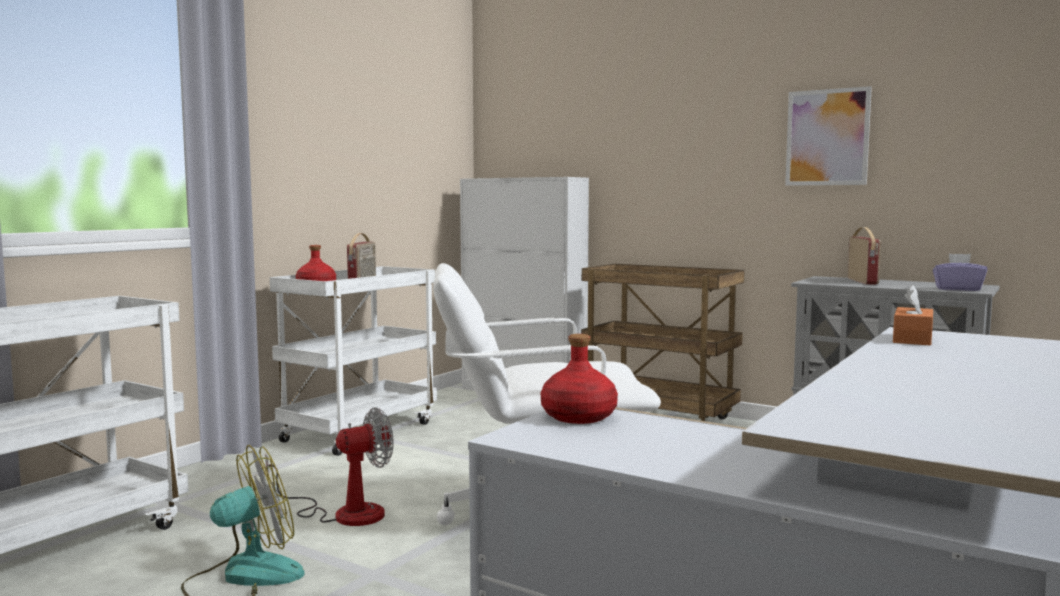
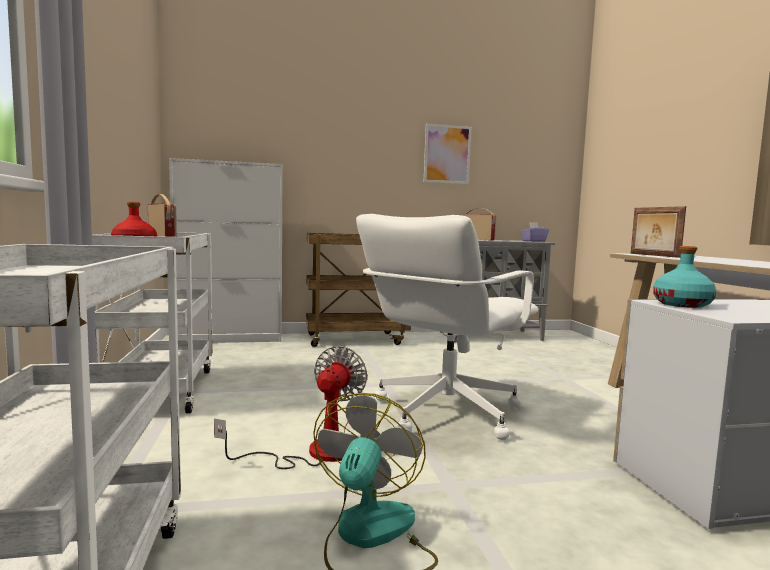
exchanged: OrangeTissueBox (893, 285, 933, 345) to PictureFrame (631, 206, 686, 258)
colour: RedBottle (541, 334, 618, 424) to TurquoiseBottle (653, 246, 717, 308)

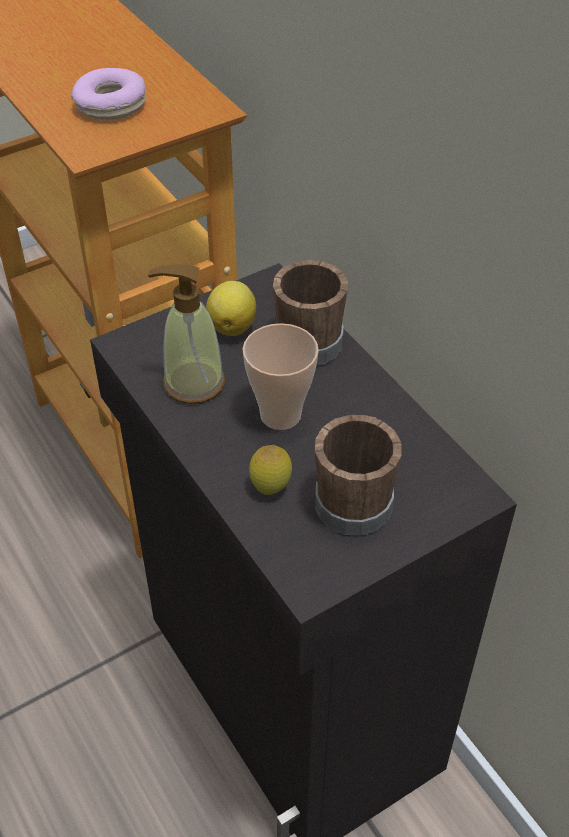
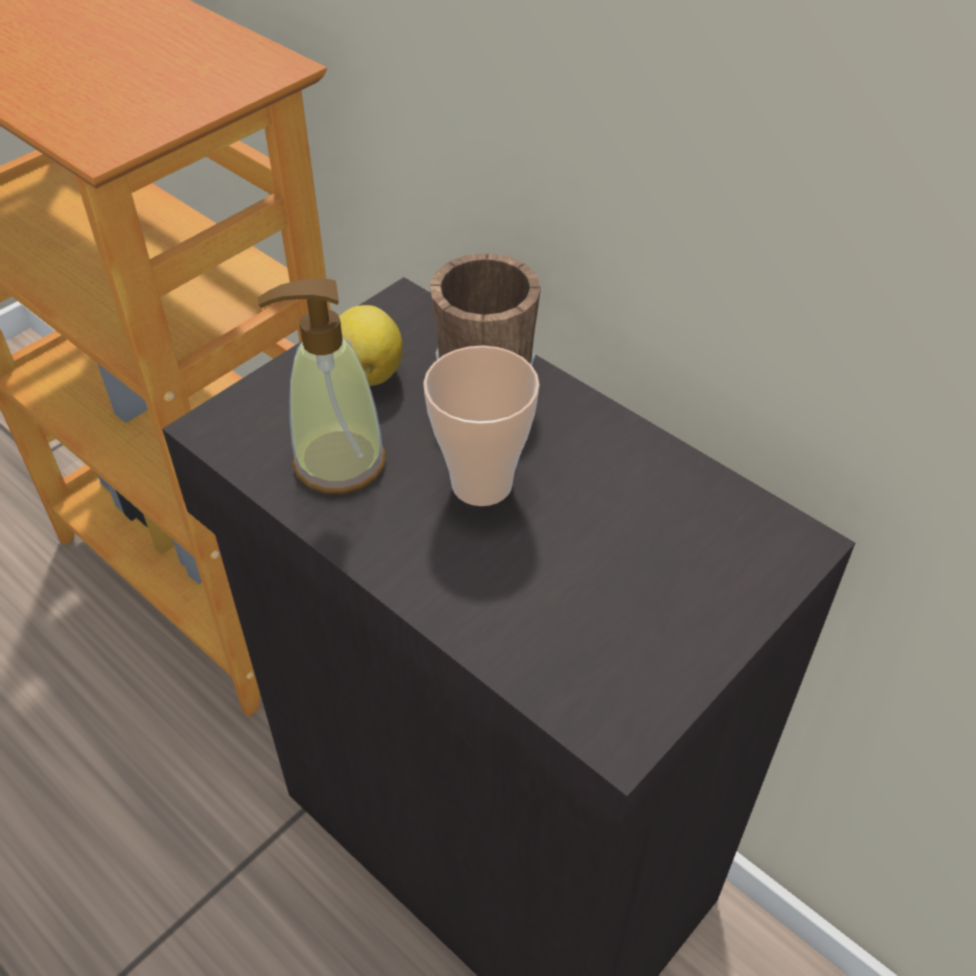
missing: Donut (71, 68, 146, 120); BrownMug (315, 415, 402, 536); Lemon (249, 445, 292, 495)

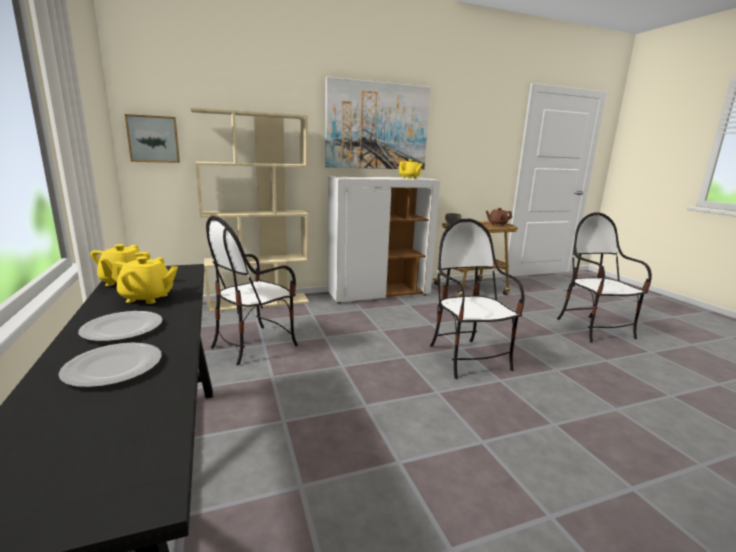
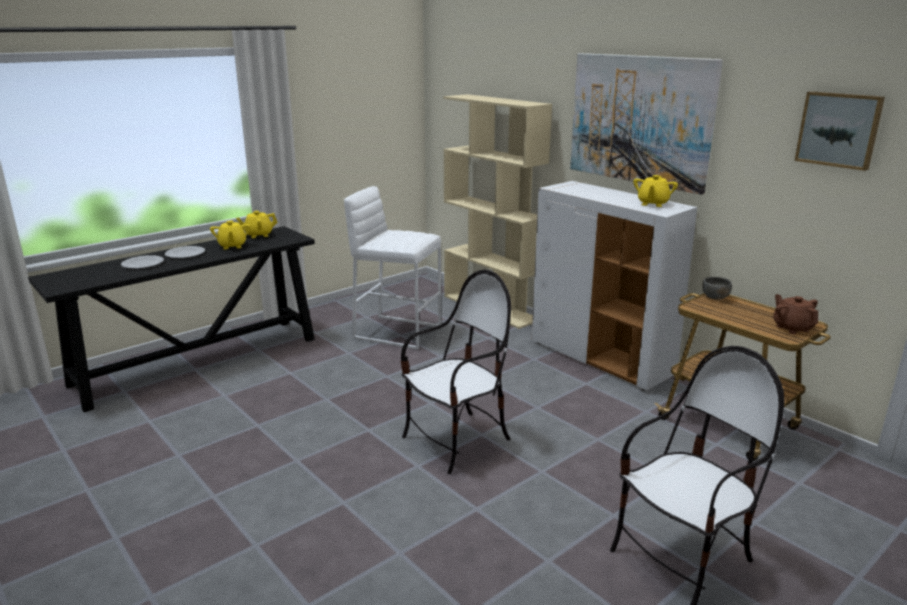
relocated: Picture (125, 114, 180, 163) to (795, 91, 885, 171)
exchanged: Chair (206, 216, 298, 365) to WhiteStool (344, 186, 441, 350)

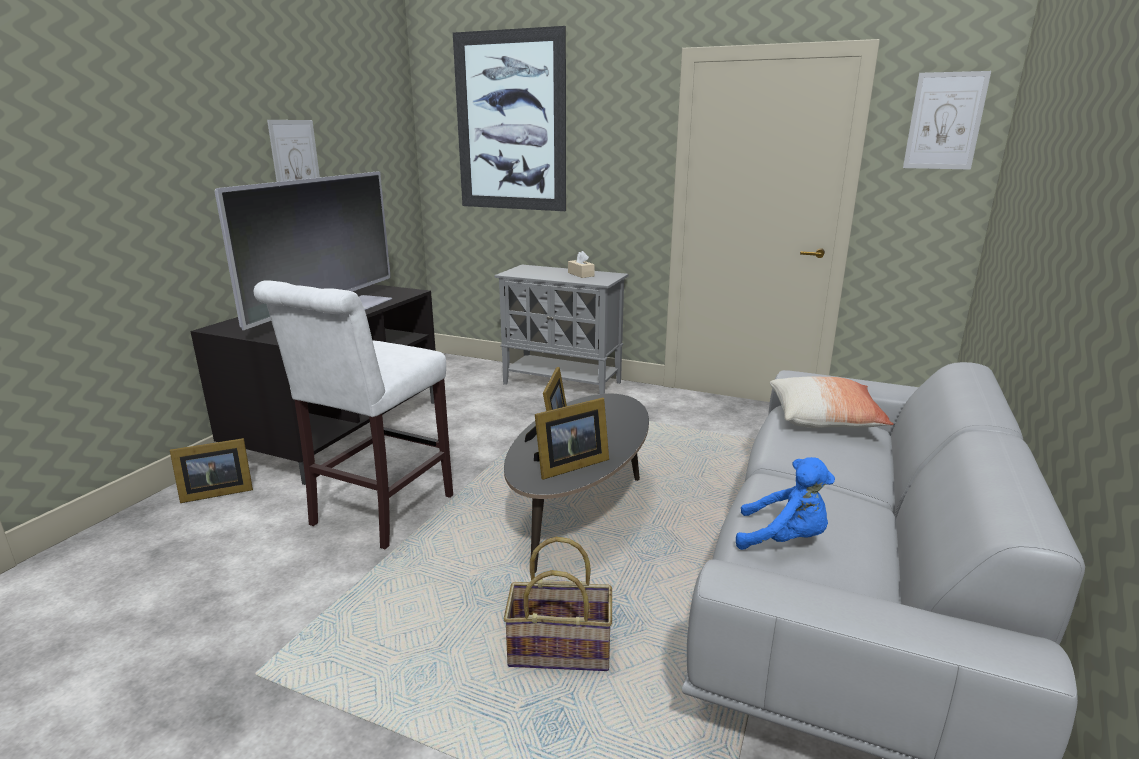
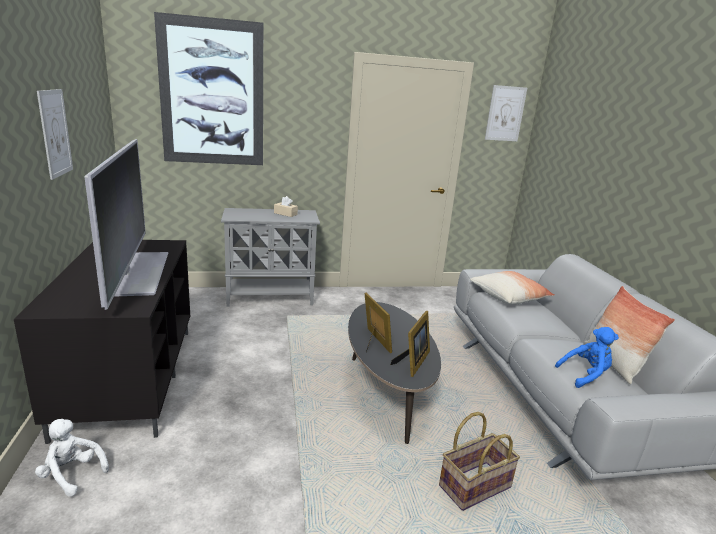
missing: WhiteStool (254, 280, 453, 549)
appeared: Pillow (583, 286, 675, 384)
exchanged: PictureFrame (170, 438, 253, 503) to WhitePlushToy (35, 419, 109, 497)

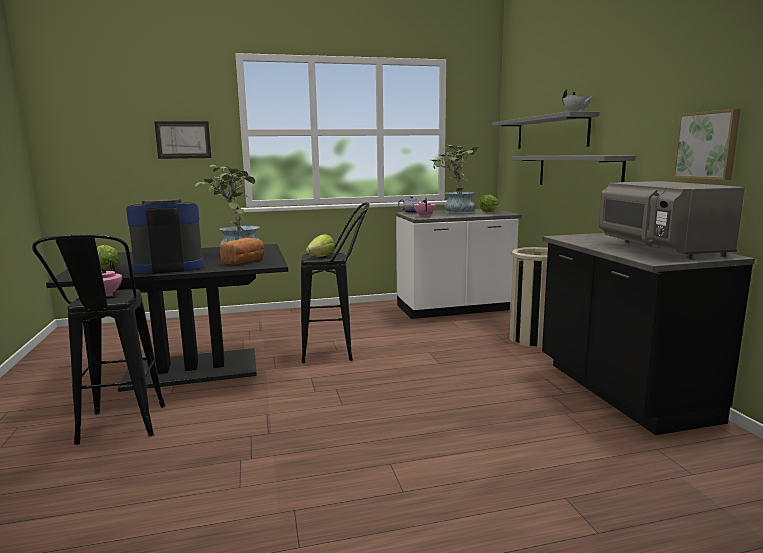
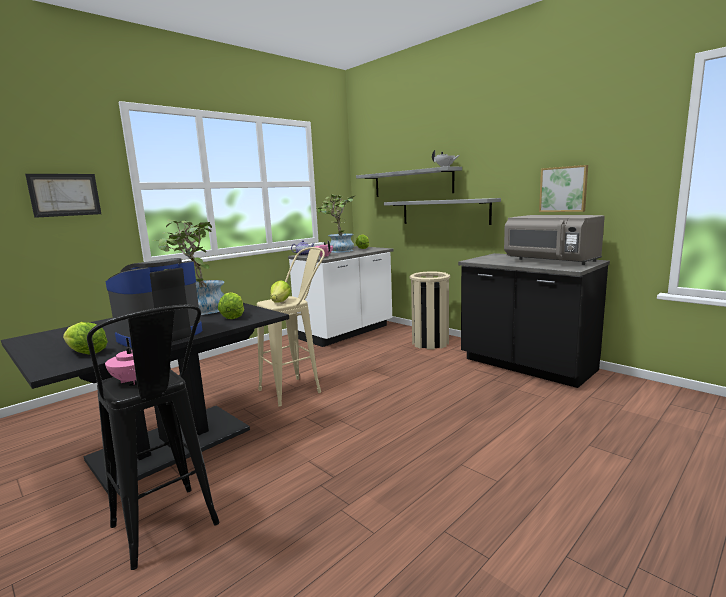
exchanged: Bread (220, 237, 264, 264) to Lettuce (218, 292, 244, 319)
colour: BlackStool (301, 202, 370, 363) to BeigeStool (257, 247, 325, 406)

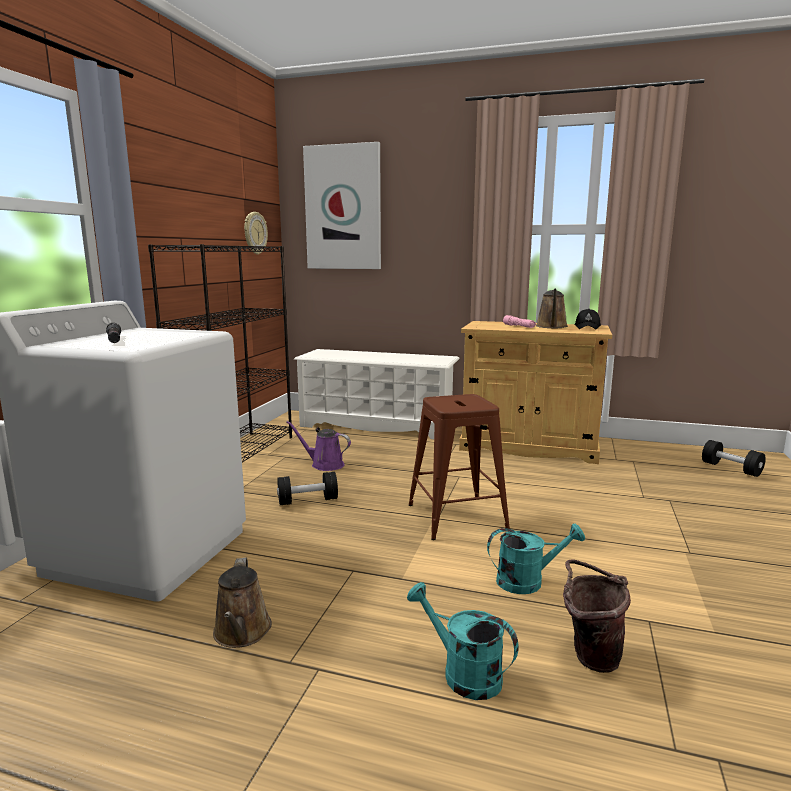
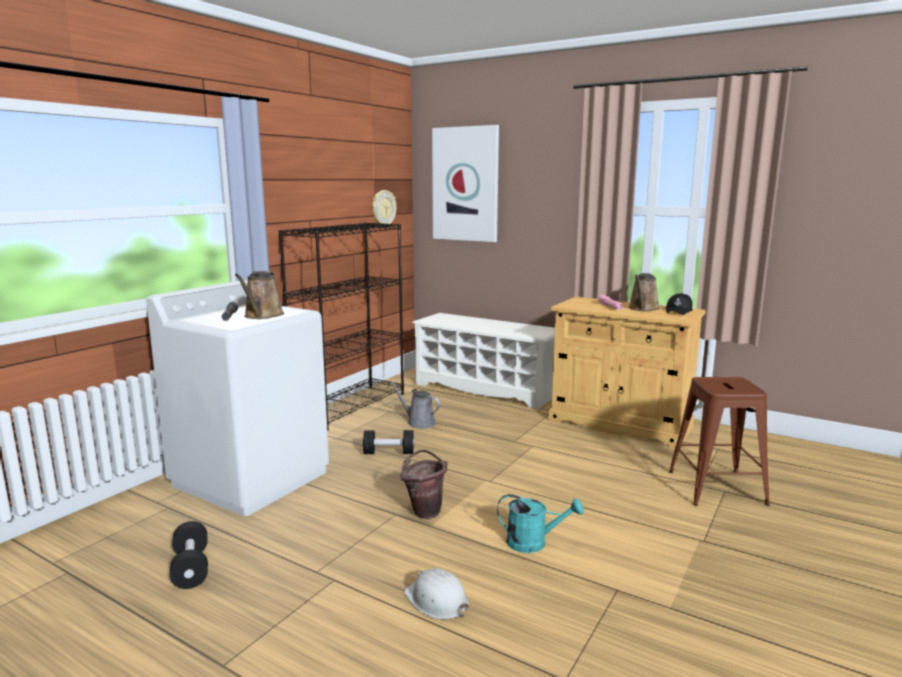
relocated: BrownStool (408, 394, 510, 540) to (669, 377, 770, 506); BlackDumbbell (702, 440, 766, 477) to (170, 521, 208, 589); BrownWateringCan (213, 557, 272, 648) to (235, 271, 284, 319); BrownBucket (563, 560, 631, 673) to (400, 450, 448, 519)
exchanged: TurquoiseWateringCan (407, 582, 519, 700) to WhiteHardHat (404, 568, 469, 620)
colour: PurpleWateringCan (286, 421, 351, 471) to GreyWateringCan (390, 380, 441, 428)

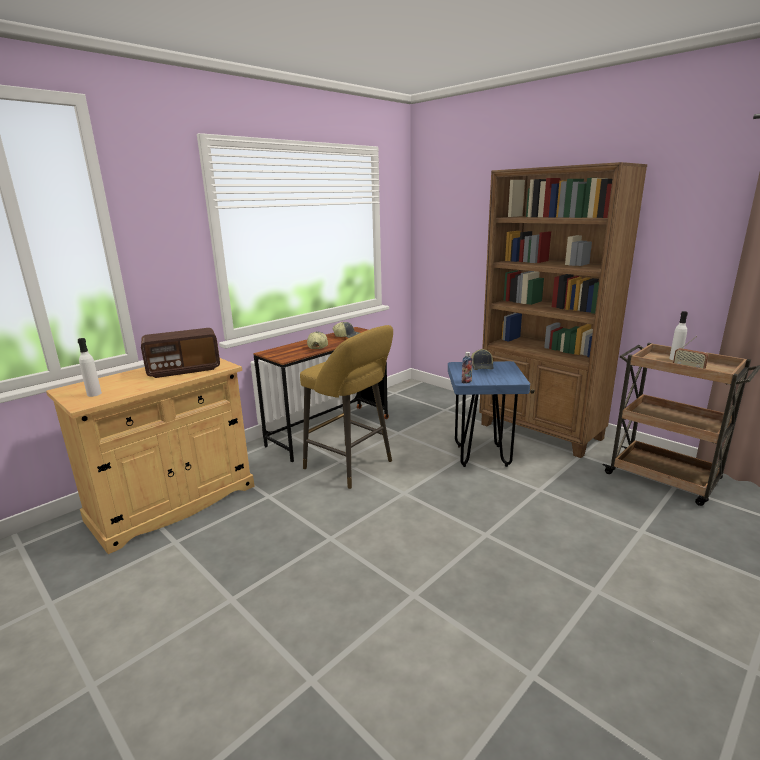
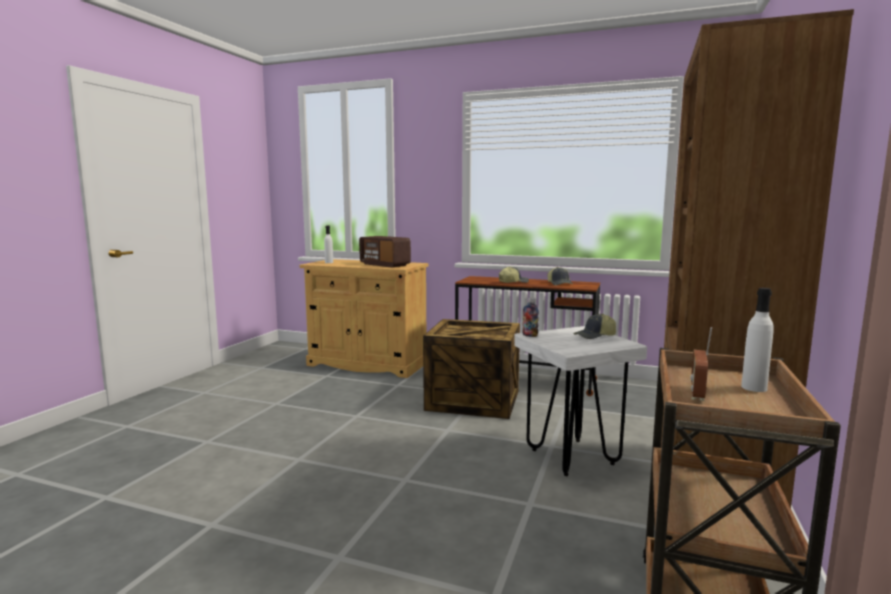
exchanged: YellowStool (300, 325, 393, 489) to Crate (423, 319, 520, 419)
colour: BlueStool (448, 361, 530, 467) to WhiteStool (514, 326, 647, 476)

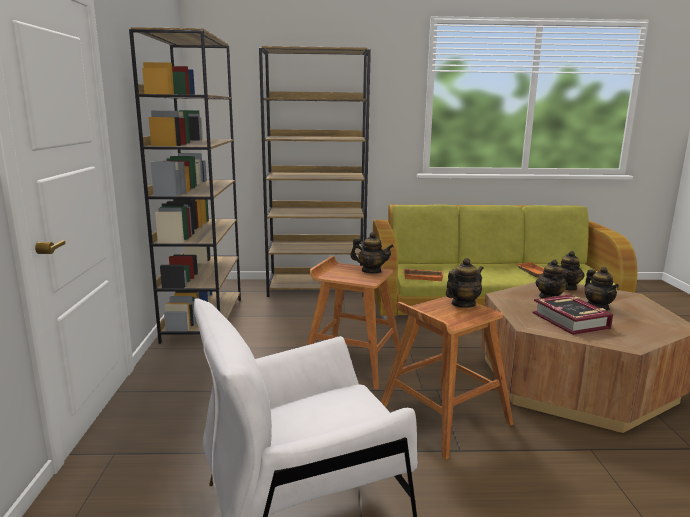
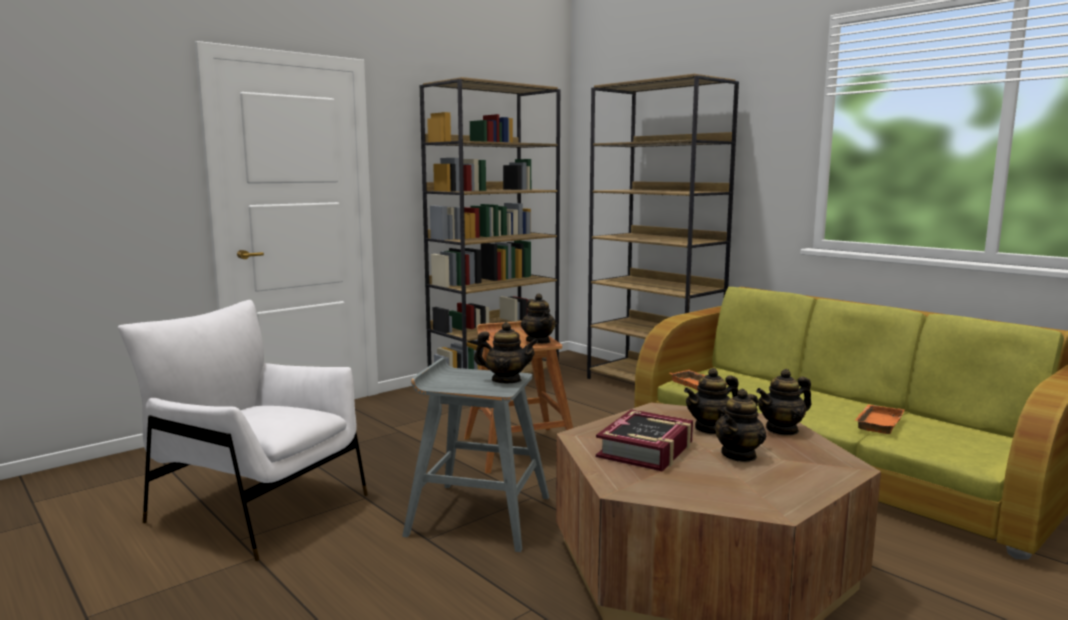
colour: BrownStool (381, 296, 513, 459) to GreyStool (402, 358, 549, 552)

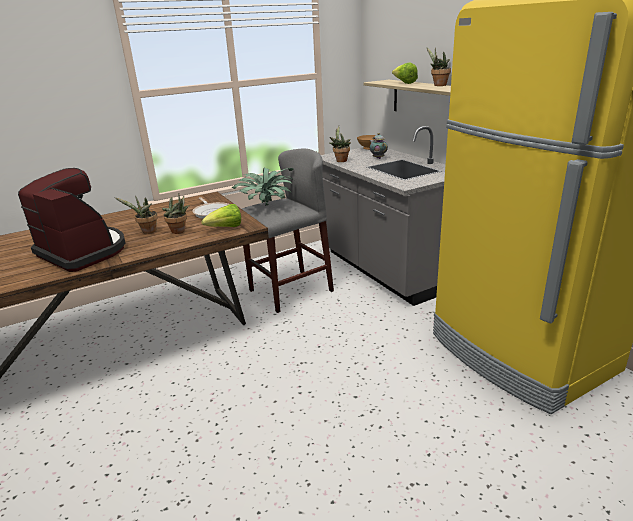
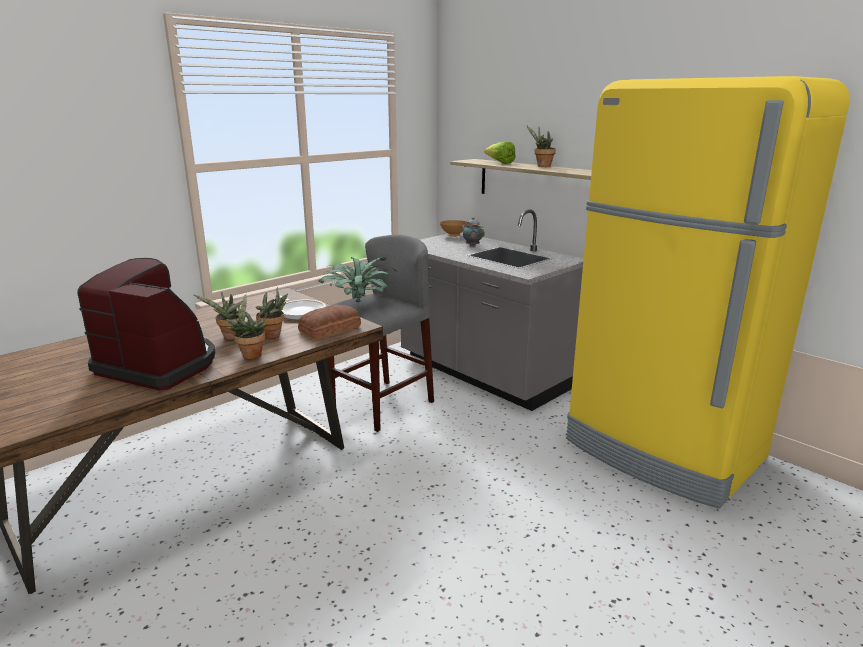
relocated: PottedPlant (329, 126, 351, 162) to (226, 294, 266, 359)
exchanged: Lettuce (202, 204, 241, 227) to Bread (298, 305, 361, 339)

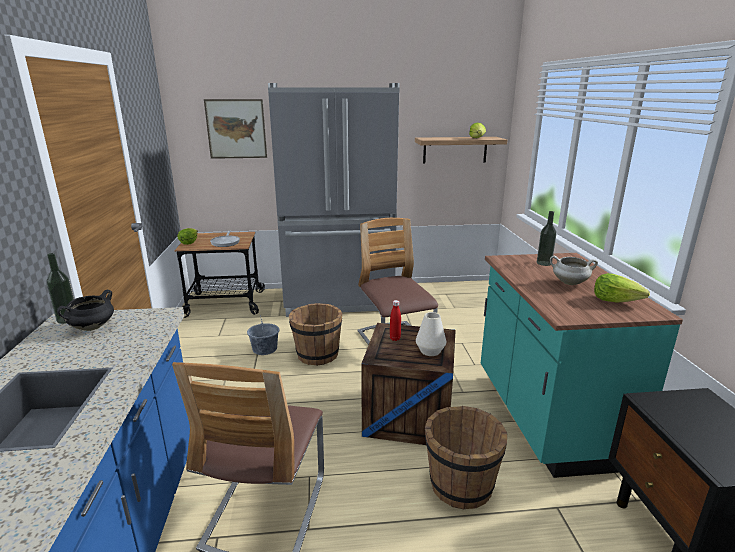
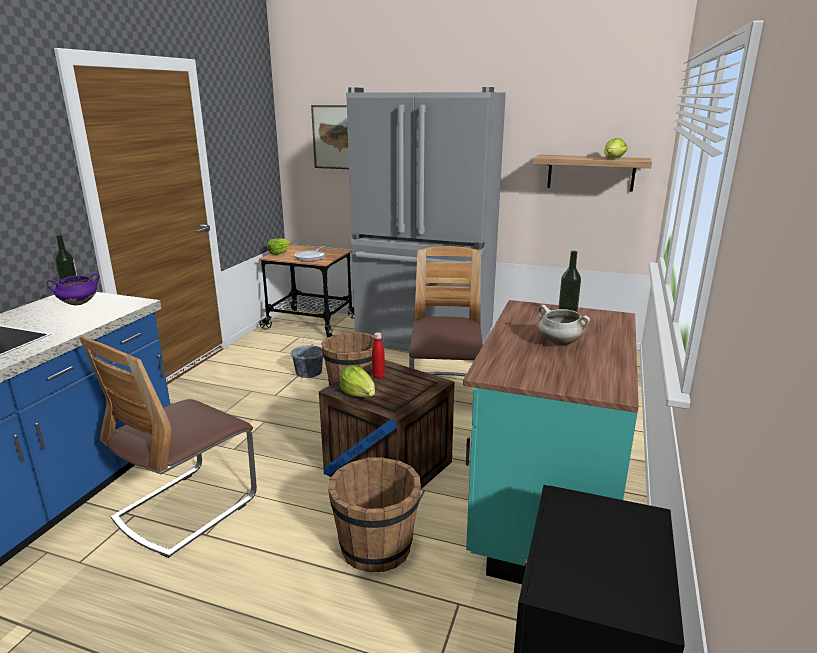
missing: WhiteVase (416, 312, 446, 356)
relocated: Lettuce (594, 273, 650, 303) to (340, 366, 375, 397)
colour: BlackCookingPot (57, 290, 114, 331) to PurpleCookingPot (46, 272, 99, 305)

